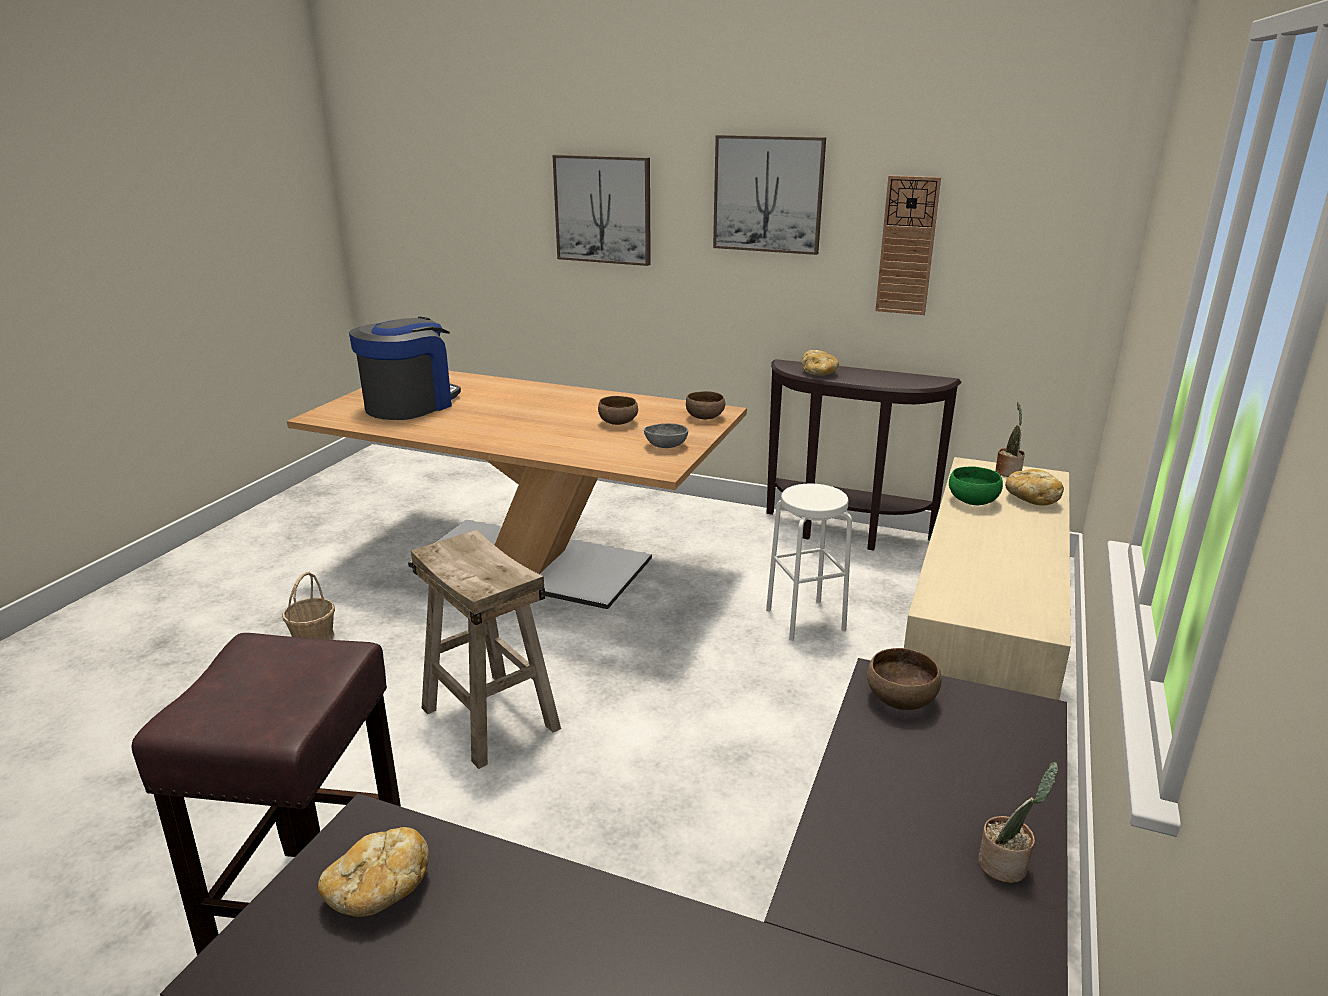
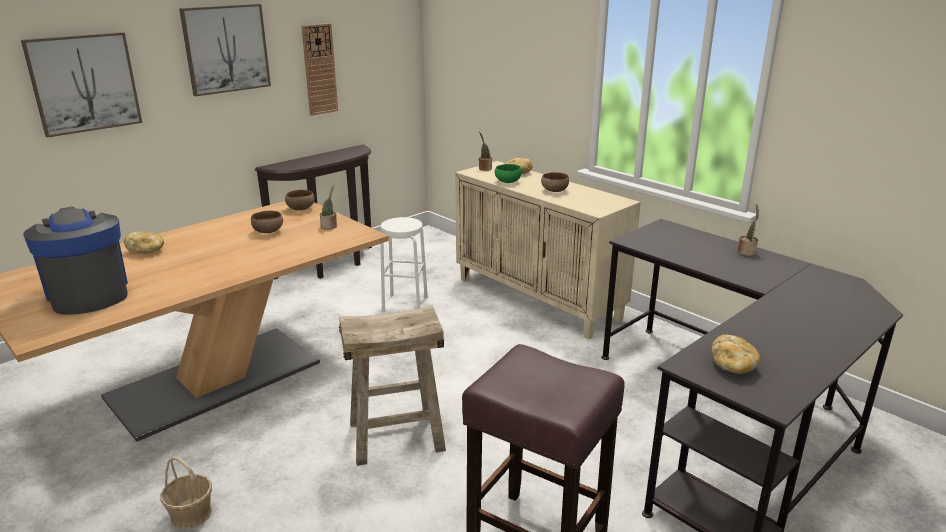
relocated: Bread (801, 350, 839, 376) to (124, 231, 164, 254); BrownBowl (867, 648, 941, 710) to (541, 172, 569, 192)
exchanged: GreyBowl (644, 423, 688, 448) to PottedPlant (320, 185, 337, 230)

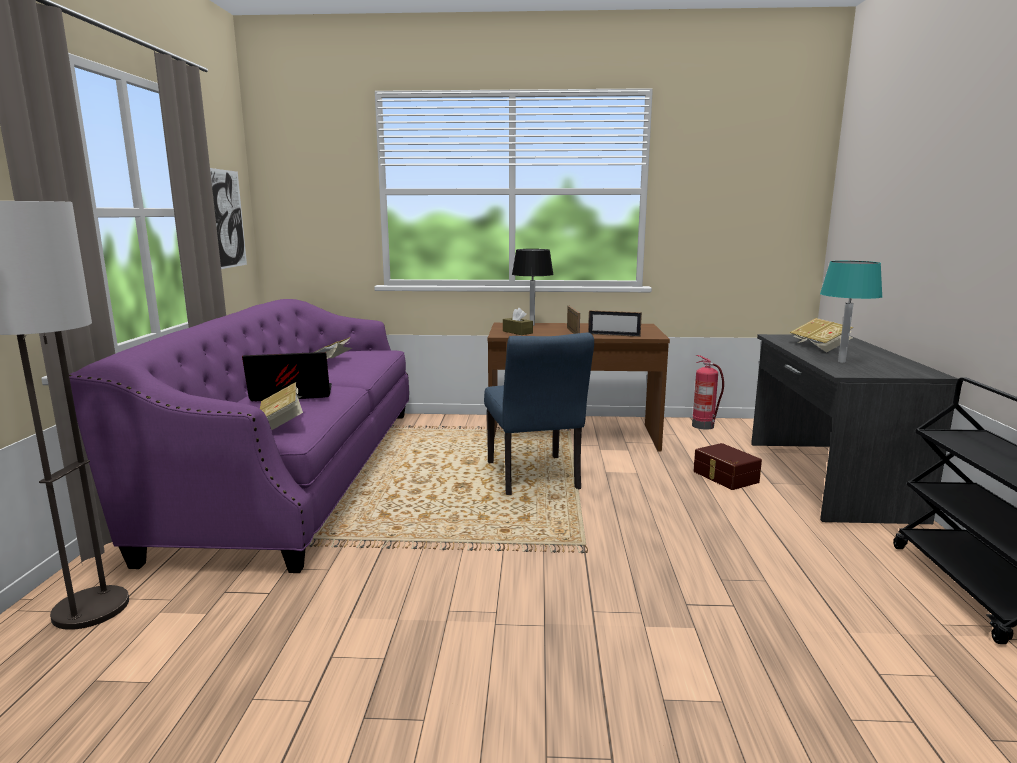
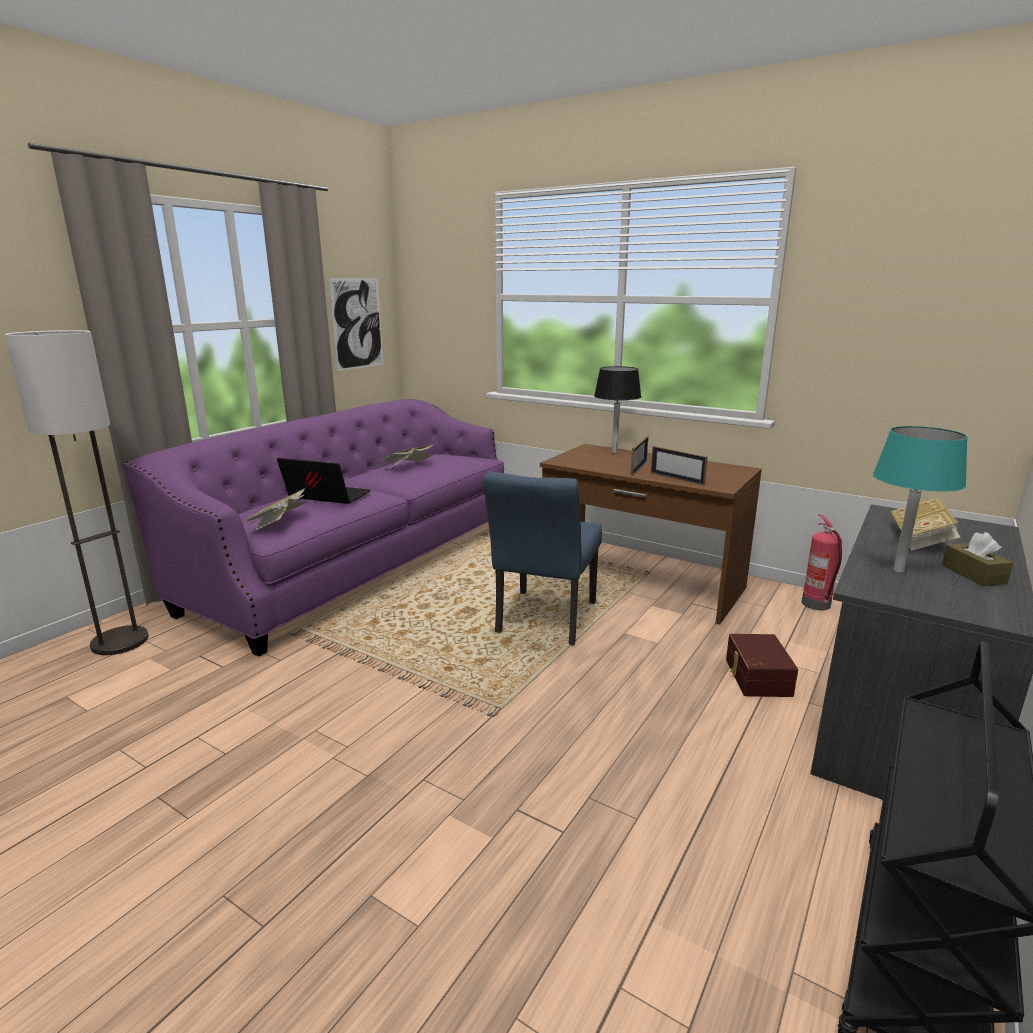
relocated: BrownTissueBox (503, 308, 533, 335) to (942, 532, 1013, 586)

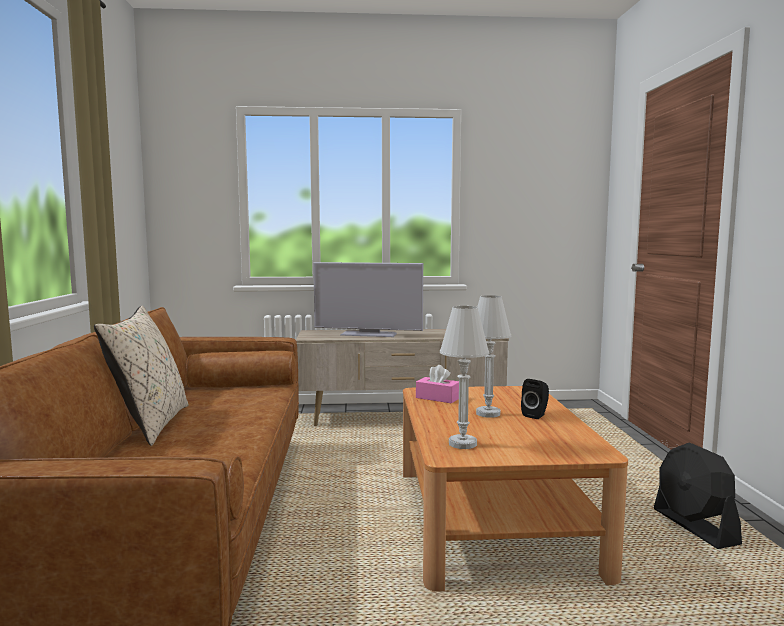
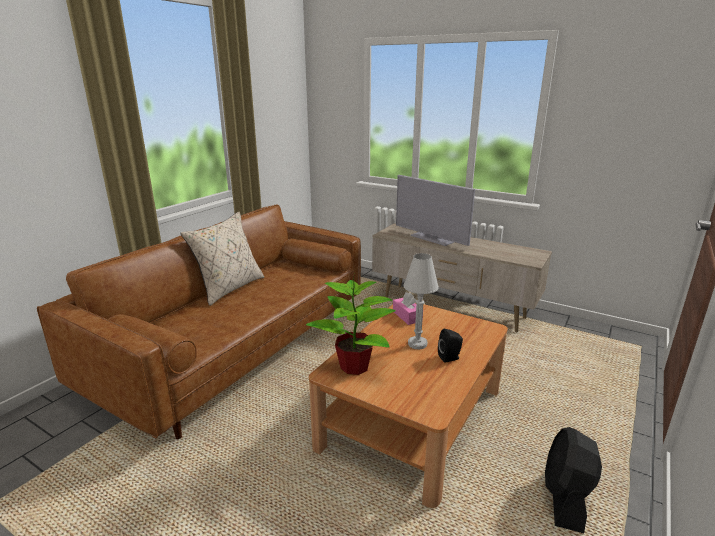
exchanged: WhiteTableLamp (440, 306, 489, 449) to PottedPlant (306, 274, 396, 375)

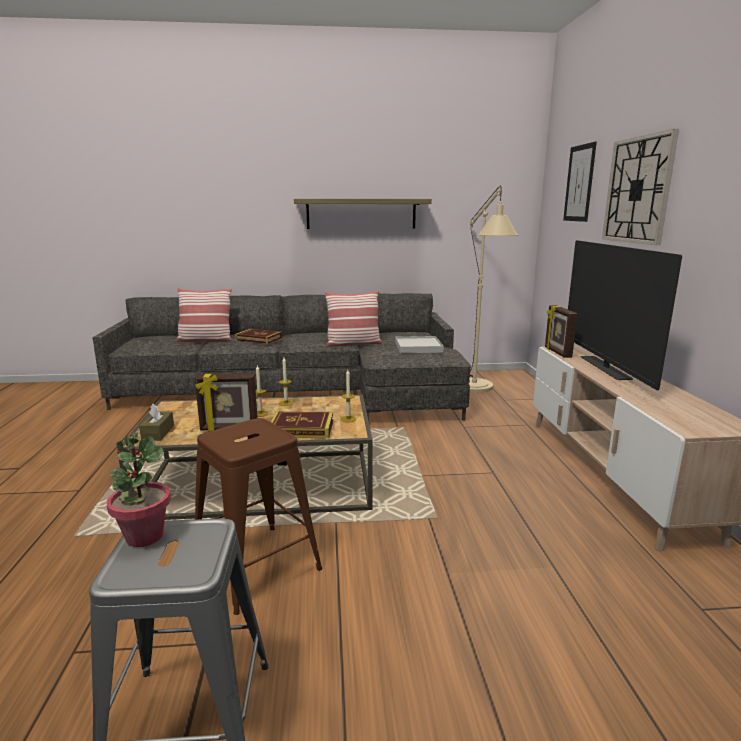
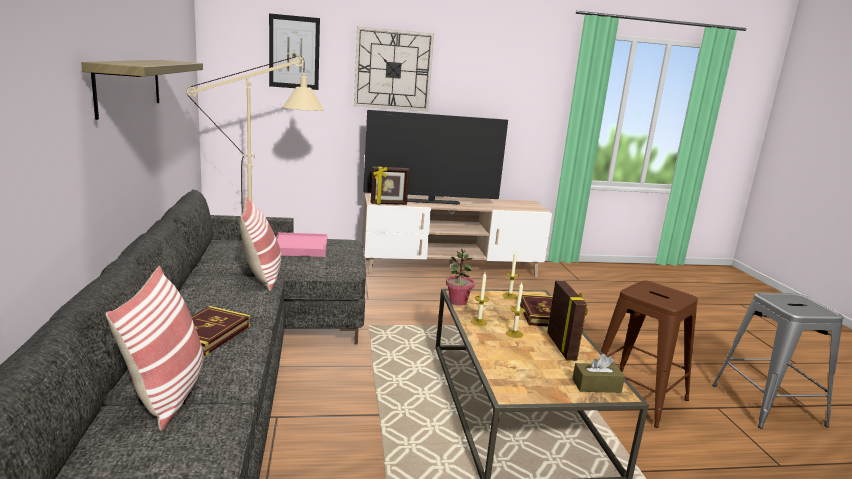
relocated: PottedPlant (107, 432, 171, 547) to (446, 248, 475, 306)
colour: WhiteTray (395, 336, 444, 353) to PinkTray (276, 232, 327, 257)

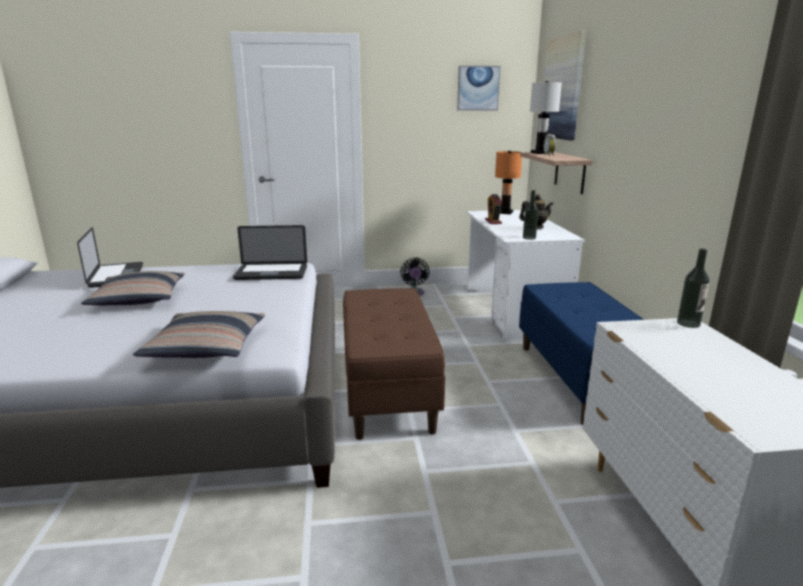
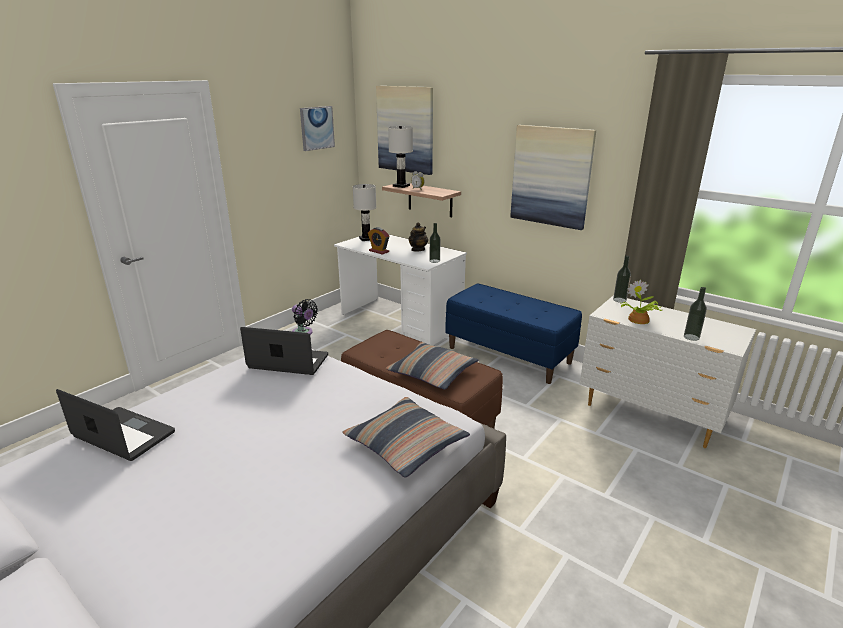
appeared: Picture (510, 125, 596, 230); PottedPlant (620, 279, 662, 324); Bottle (684, 287, 707, 341)
relocated: Pillow (81, 271, 185, 305) to (385, 342, 479, 390)
colour: OrangeTableLamp (495, 151, 522, 214) to WhiteTableLamp (353, 184, 377, 241)
spun: Laptop (233, 225, 307, 280) = (240, 327, 328, 375) 120 degrees counterclockwise

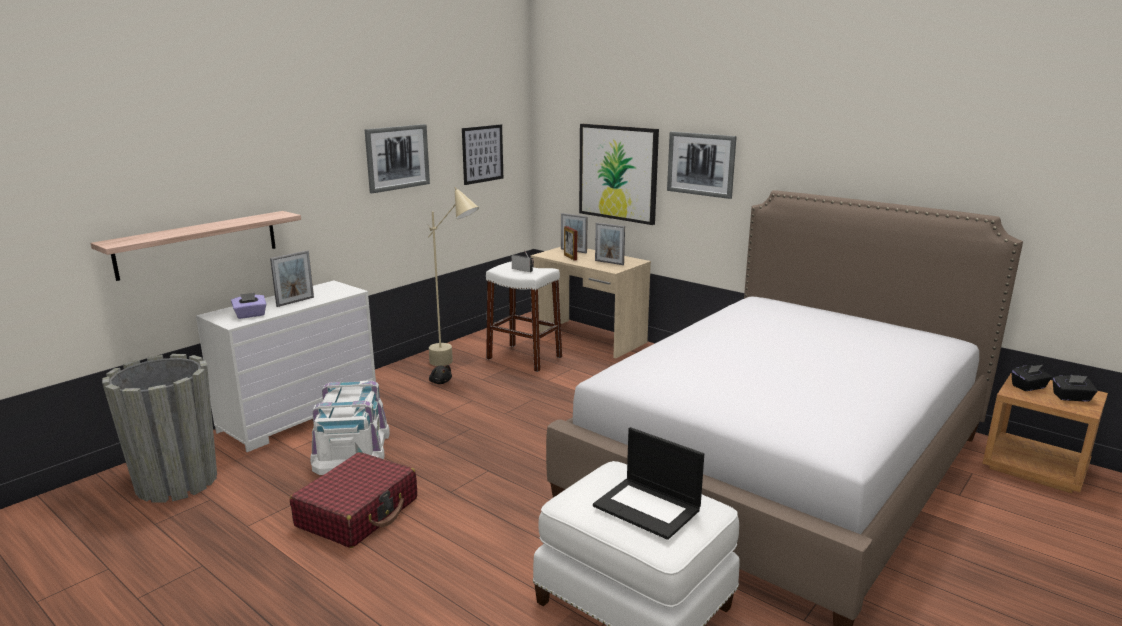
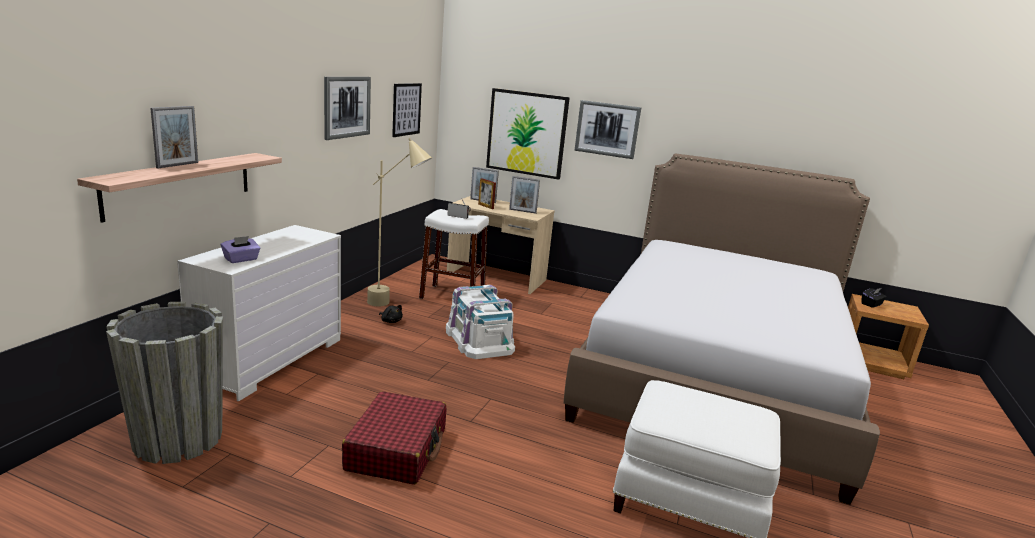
missing: BlackTissueBox (1053, 375, 1098, 402); Laptop (593, 427, 704, 540)
relocated: PictureFrame (270, 250, 314, 307) to (150, 106, 198, 168); WhiteStorageBox (310, 381, 390, 475) to (446, 285, 515, 359)

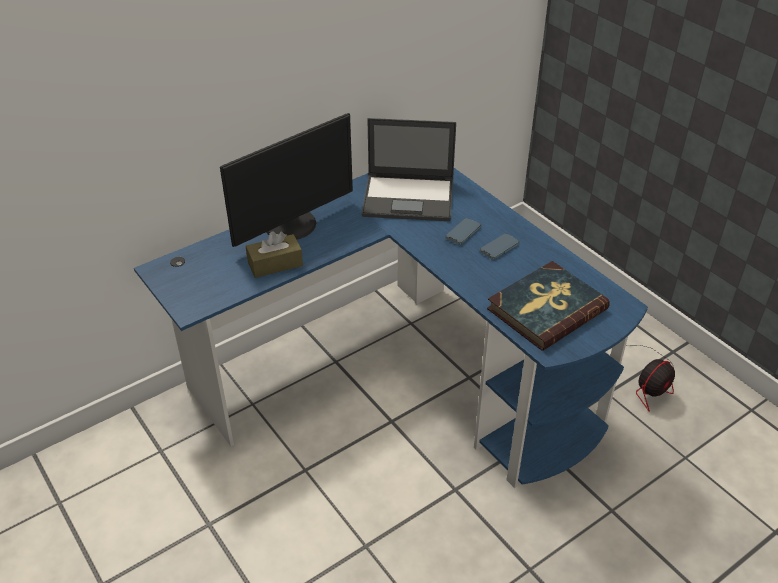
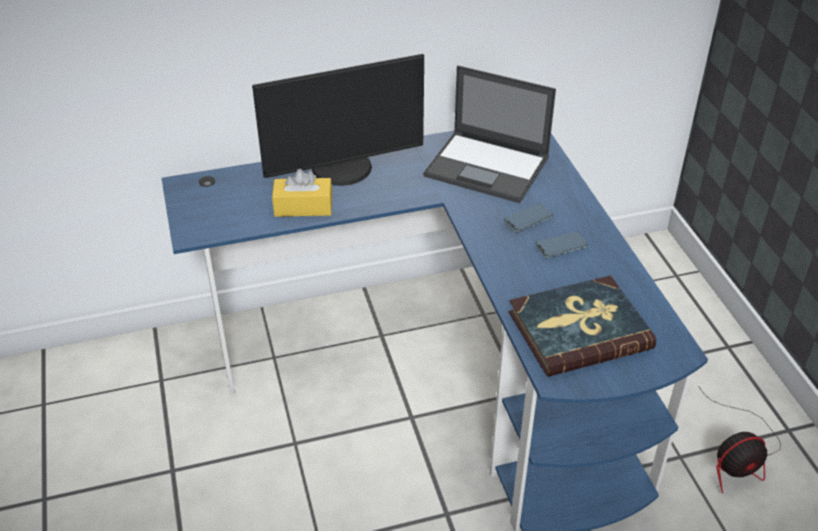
colour: BrownTissueBox (246, 231, 303, 278) to YellowTissueBox (272, 169, 332, 217)

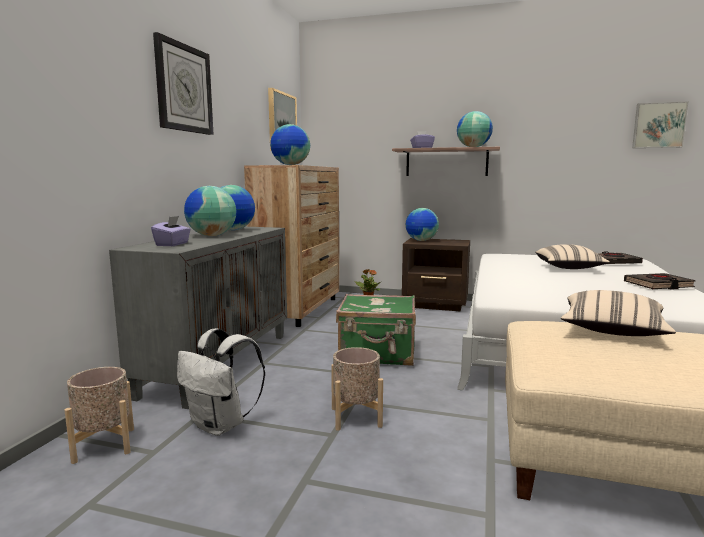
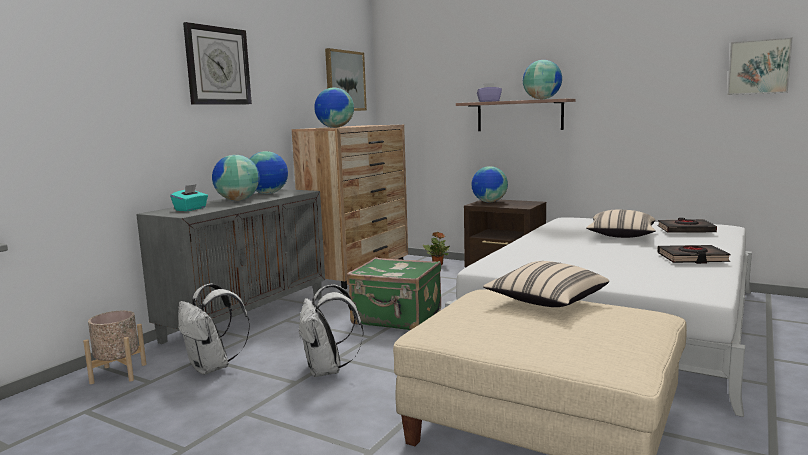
exchanged: BeigePlanter (331, 347, 383, 431) to WhiteBackpack (298, 284, 364, 377)
colour: PurpleTissueBox (151, 216, 191, 246) to TurquoiseTissueBox (170, 184, 208, 211)

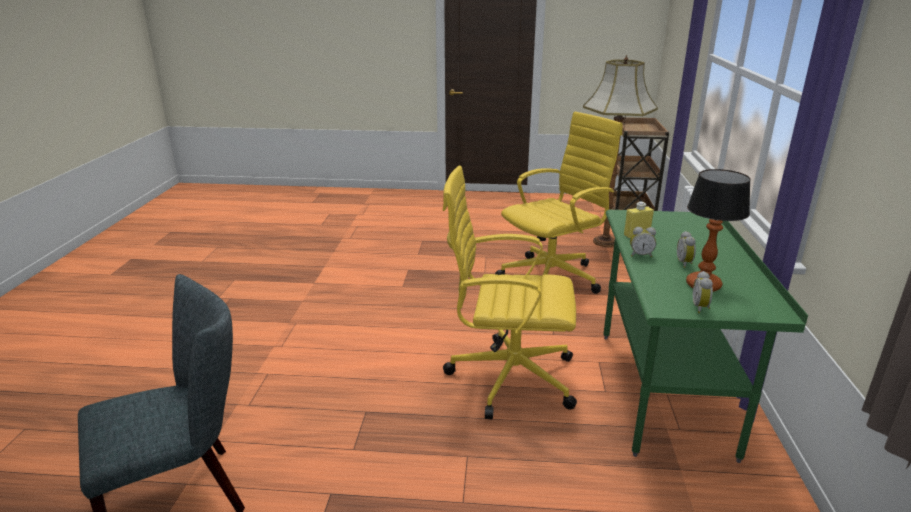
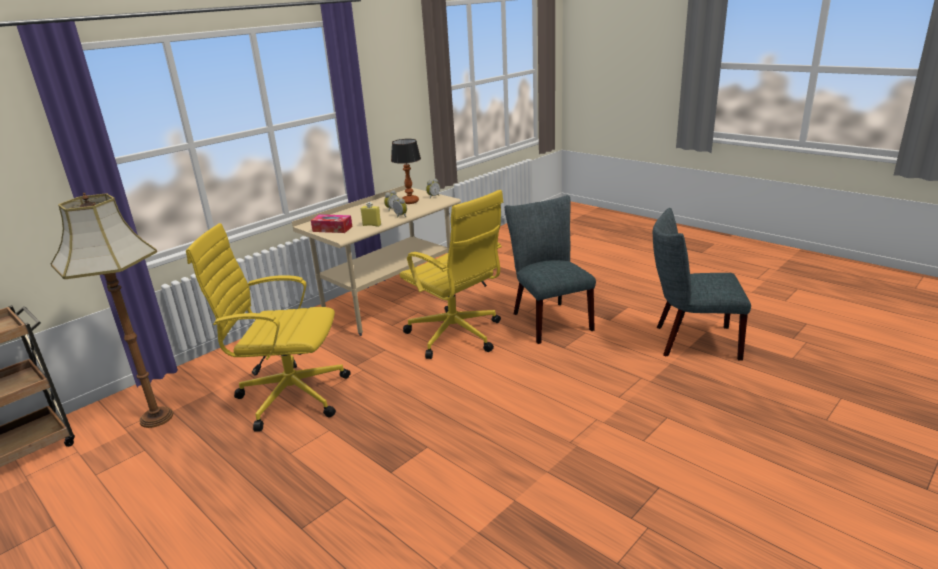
appeared: GreyChair (505, 195, 596, 344); TissueBox (311, 214, 352, 233)
colour: GreenDesk (603, 210, 808, 463) to BeigeDesk (292, 185, 461, 336)

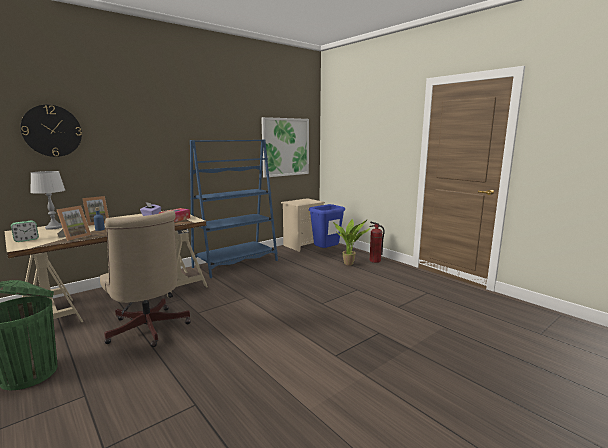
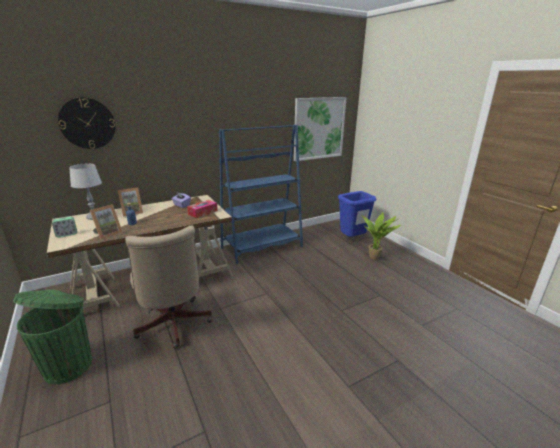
missing: BeigeNightstand (281, 198, 325, 252); FireExtinguisher (370, 222, 385, 263)

